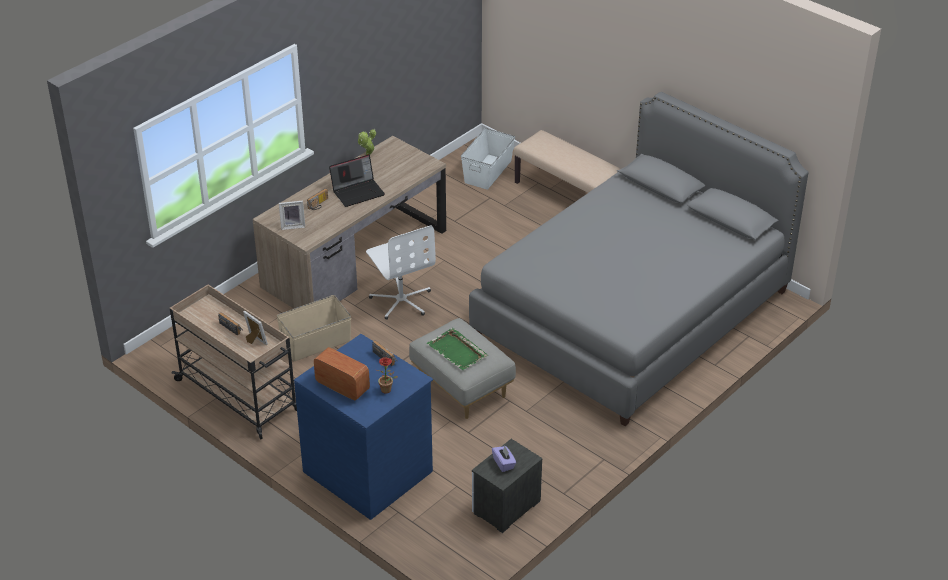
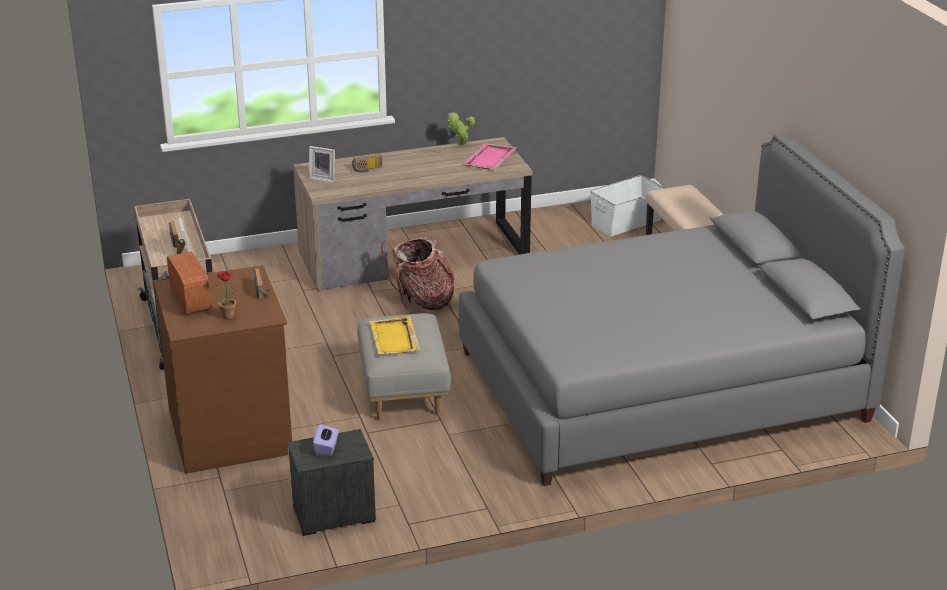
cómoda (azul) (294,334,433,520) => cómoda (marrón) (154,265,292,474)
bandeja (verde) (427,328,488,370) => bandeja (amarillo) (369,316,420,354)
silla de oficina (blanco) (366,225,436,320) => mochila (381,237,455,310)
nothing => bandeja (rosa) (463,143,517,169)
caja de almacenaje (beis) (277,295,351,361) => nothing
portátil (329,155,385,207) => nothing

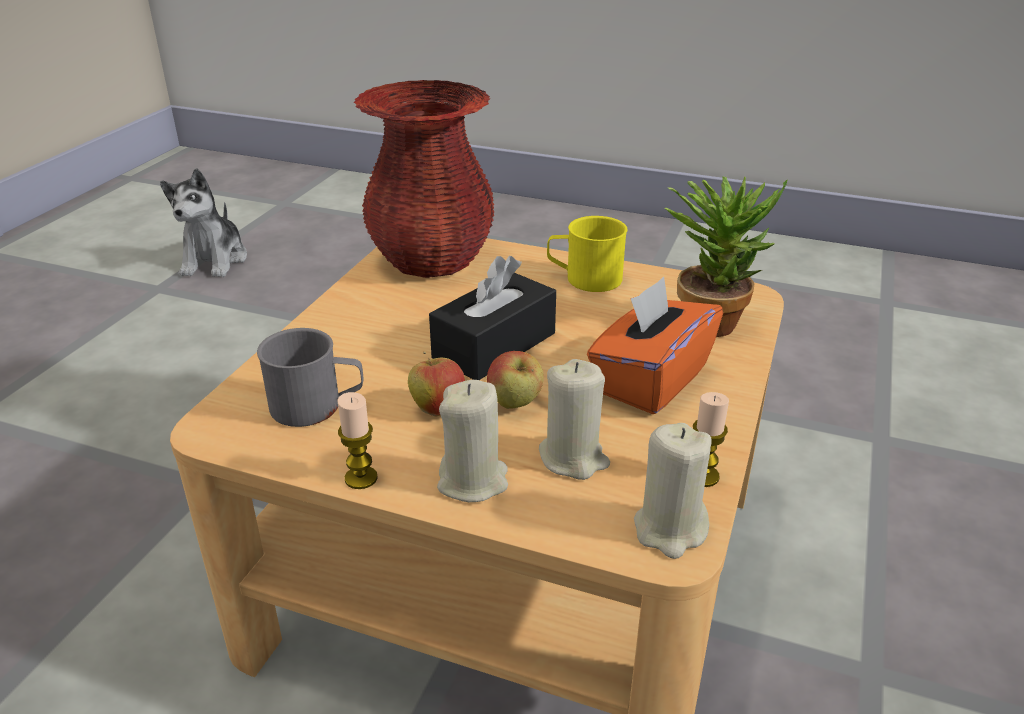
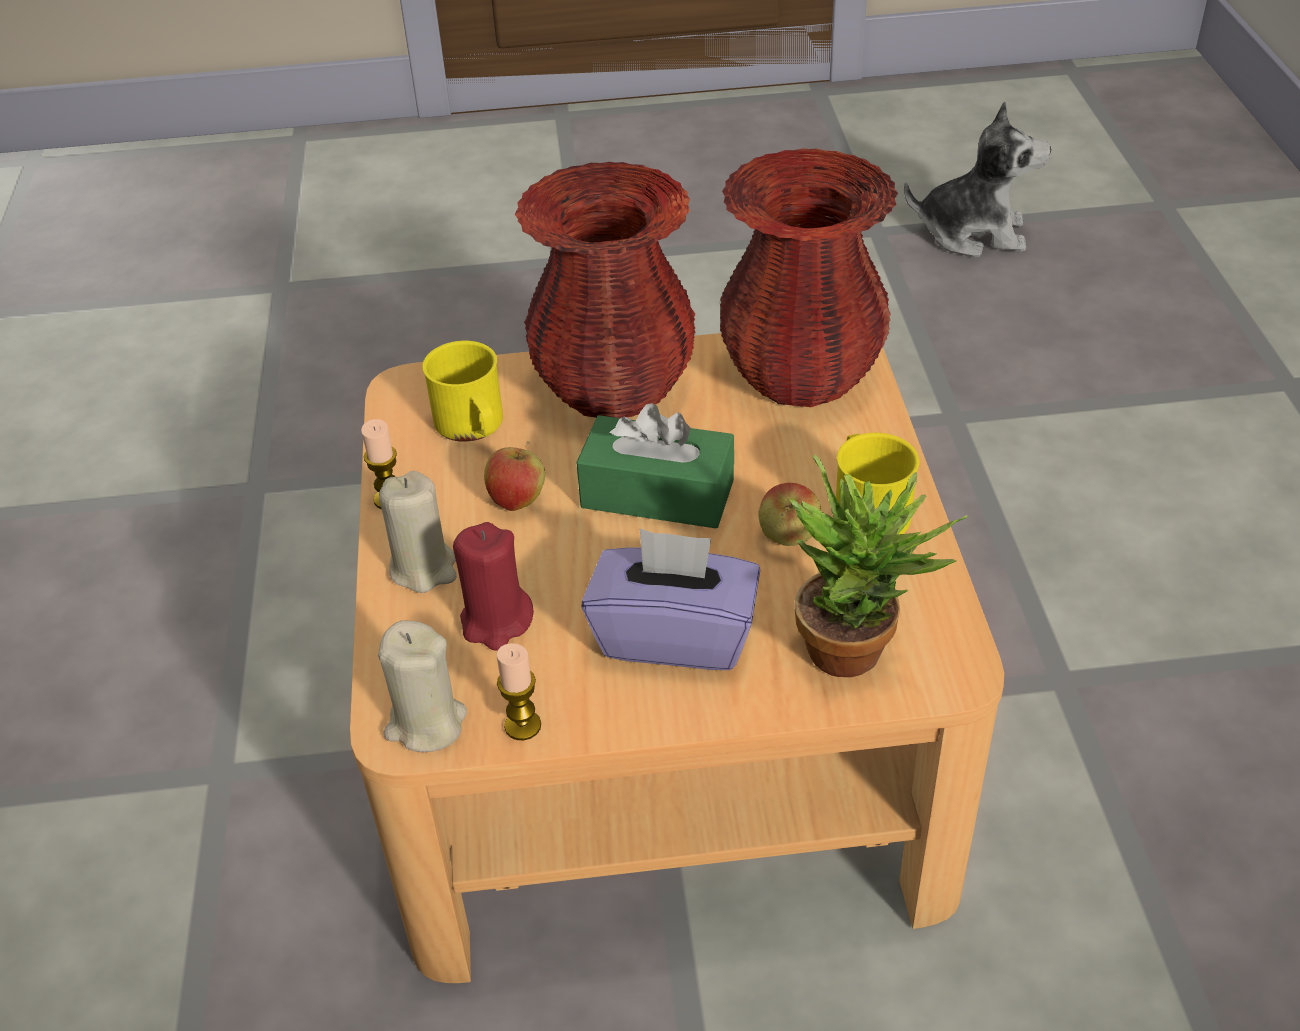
taza grande (gris) (257,328,364,427) => taza grande (amarillo) (422,341,503,442)
vela (beis) (539,359,610,480) => vela (rojo) (453,522,534,651)
nothing => florero (rojo) (515,162,696,418)
caja de pañuelos (negro) (429,256,556,380) => caja de pañuelos (verde) (576,403,734,529)
caja de pañuelos (naranja) (587,277,723,414) => caja de pañuelos (morado) (581,528,760,670)
manzana (487,351,544,409) => manzana (758,483,821,546), shifted
peluche (160,168,247,277) => peluche (904,102,1051,257), 150 degrees counterclockwise

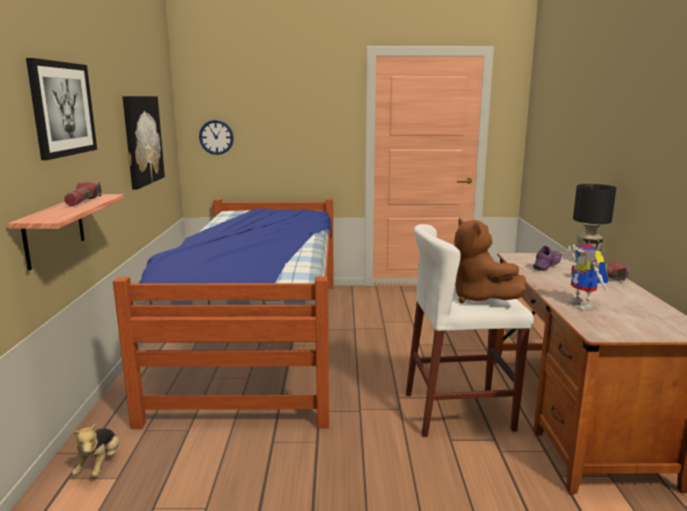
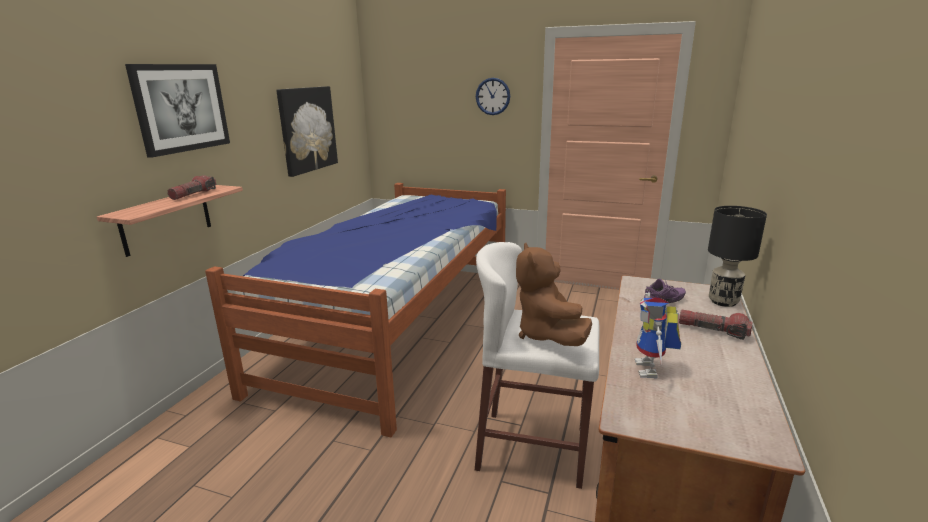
reloj de pared (199,120,234,155) => reloj de pared (476,78,510,115), shifted
peluche (72,424,120,477) => nothing

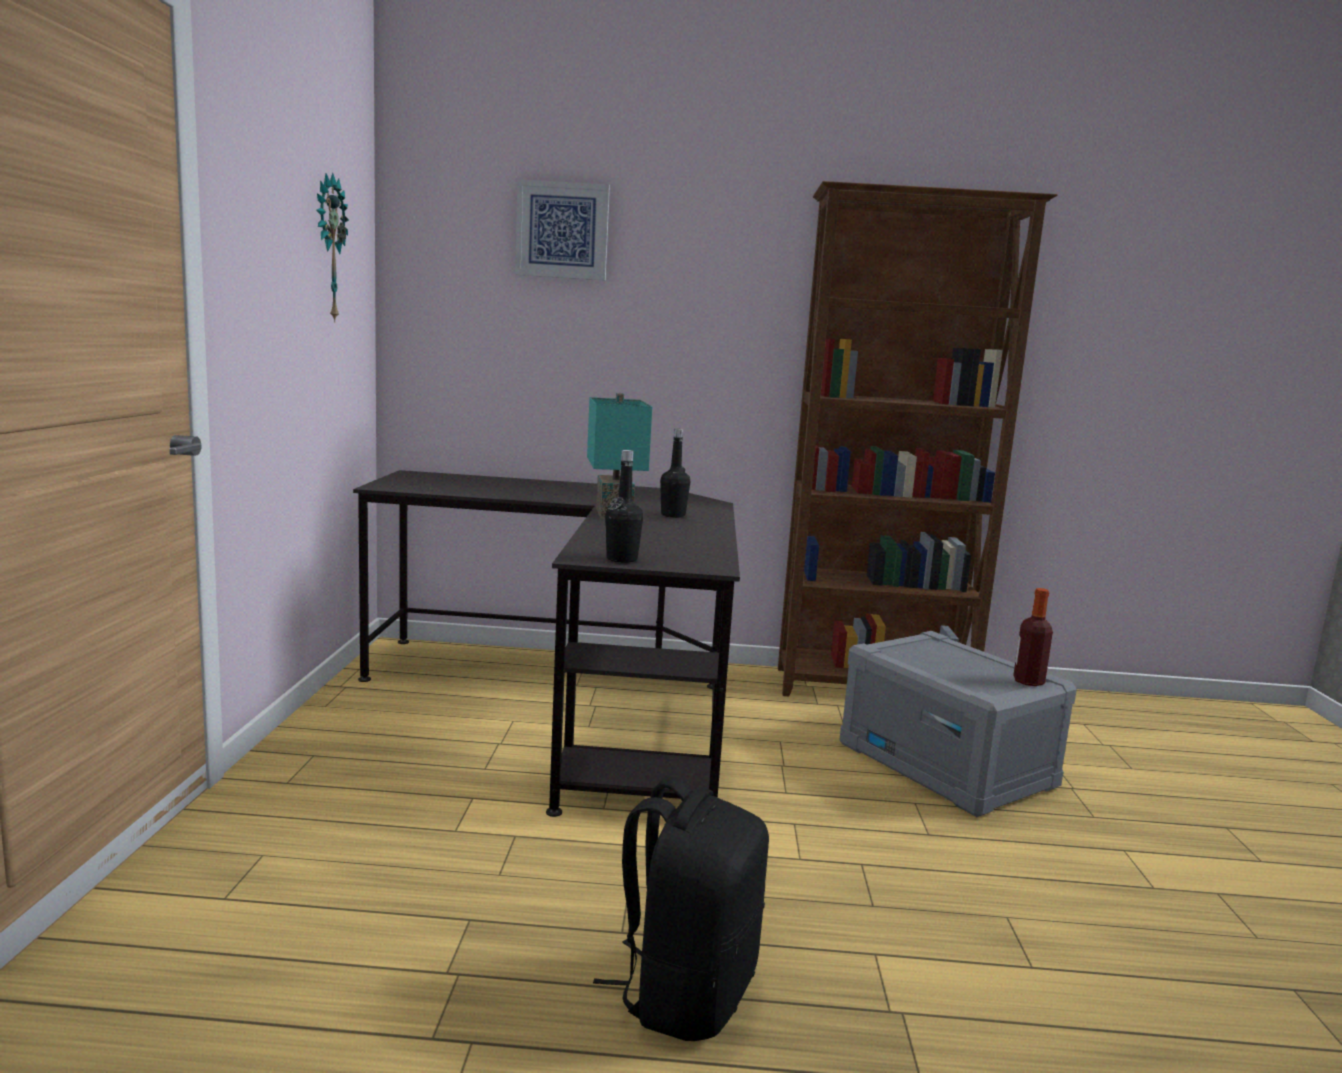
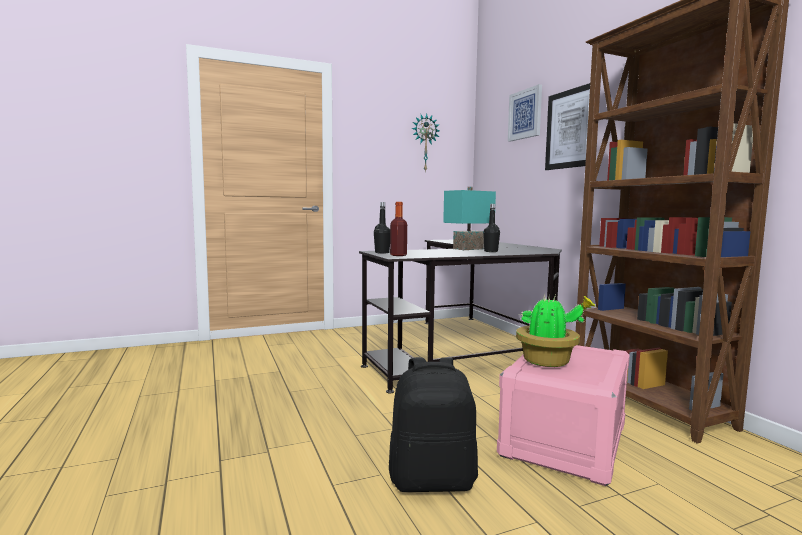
mochila (negro) (593,776,769,1041) => mochila (negro) (389,357,478,492), shifted
botella (1013,588,1053,686) => botella (390,202,407,256), shifted
caja de almacenaje (gris) (840,631,1077,817) => caja de almacenaje (rosa) (497,345,630,486)
nothing => planta en maceta (516,294,596,367)
nothing => cuadro (545,83,590,170)

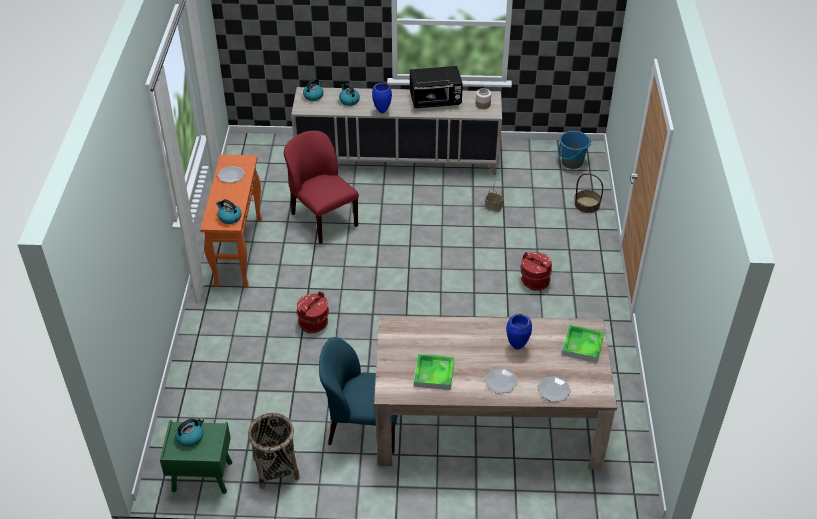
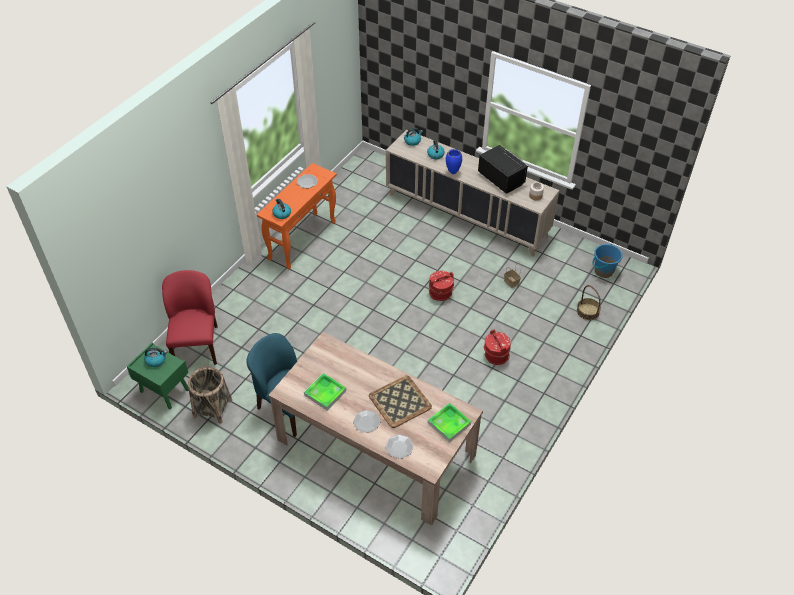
silla (rojo) (284,131,359,244) => silla (rojo) (162,270,218,365), shifted
florero (azul) (506,314,532,349) => bandeja (369,375,432,428)
cubo (rojo) (297,291,329,333) => cubo (rojo) (429,271,454,301), shifted
microondas (negro) (410,66,463,108) => microondas (negro) (478,145,528,194), 150 degrees counterclockwise

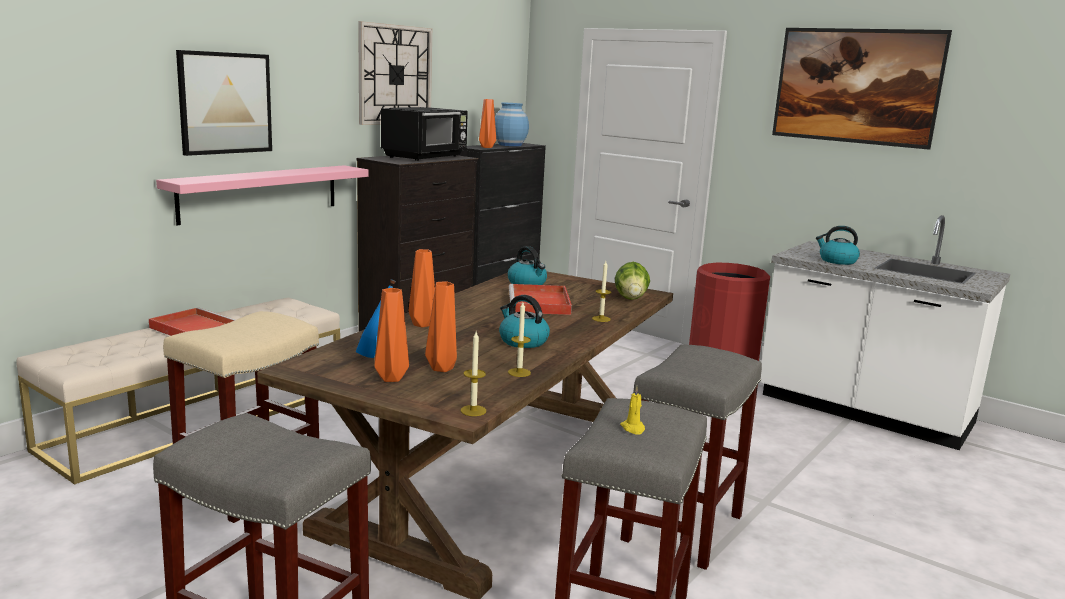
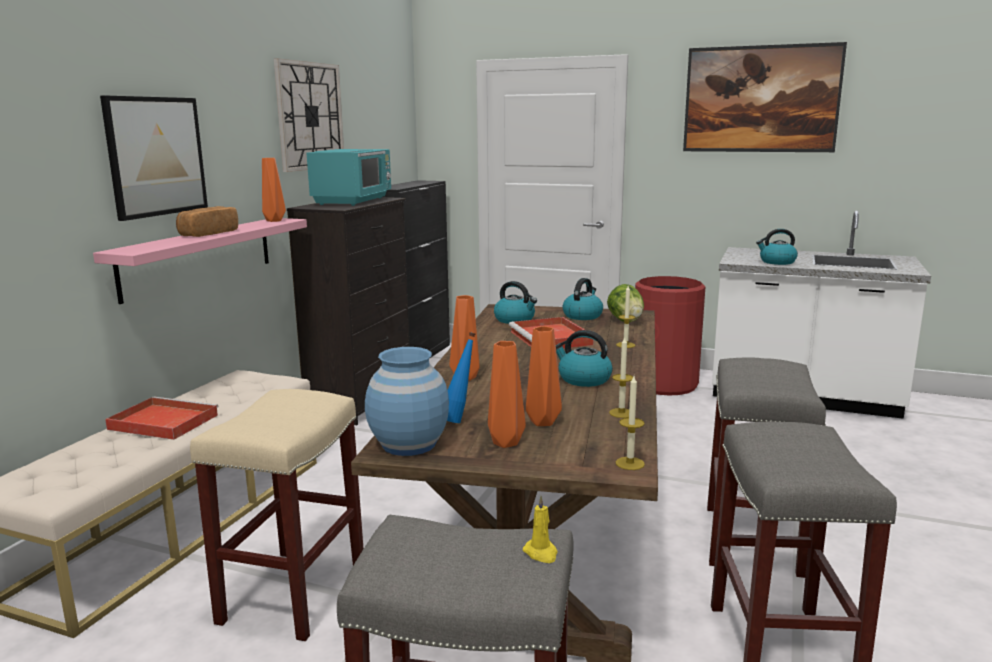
nothing => pan (176,206,238,237)
florero (naranja) (479,99,496,148) => florero (naranja) (262,158,286,222), shifted
microondas (negro) (381,107,468,161) => microondas (turquesa) (307,149,391,206)
florero (azul) (495,103,529,146) => florero (azul) (365,347,449,456), shifted
vela (amarillo) (620,386,645,435) => vela (amarillo) (523,496,558,563), shifted
nothing => hervidor (563,278,603,320)

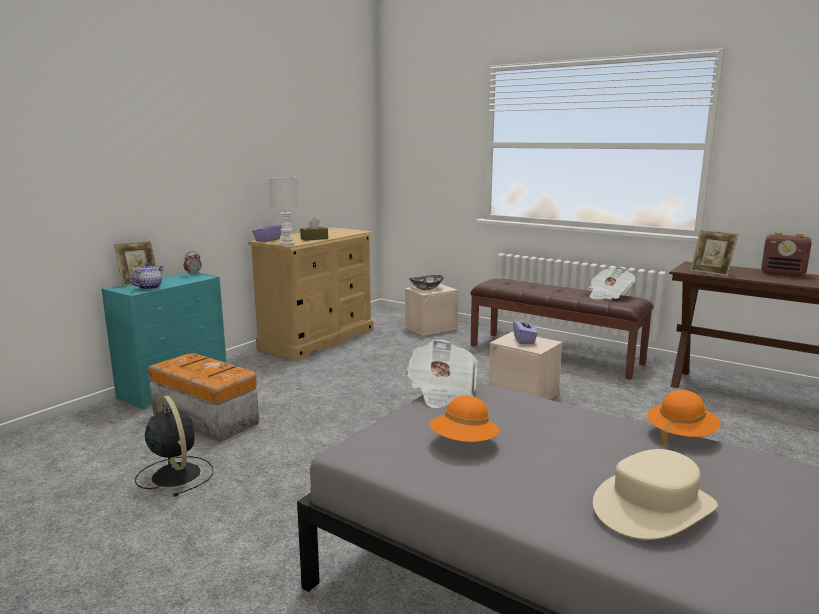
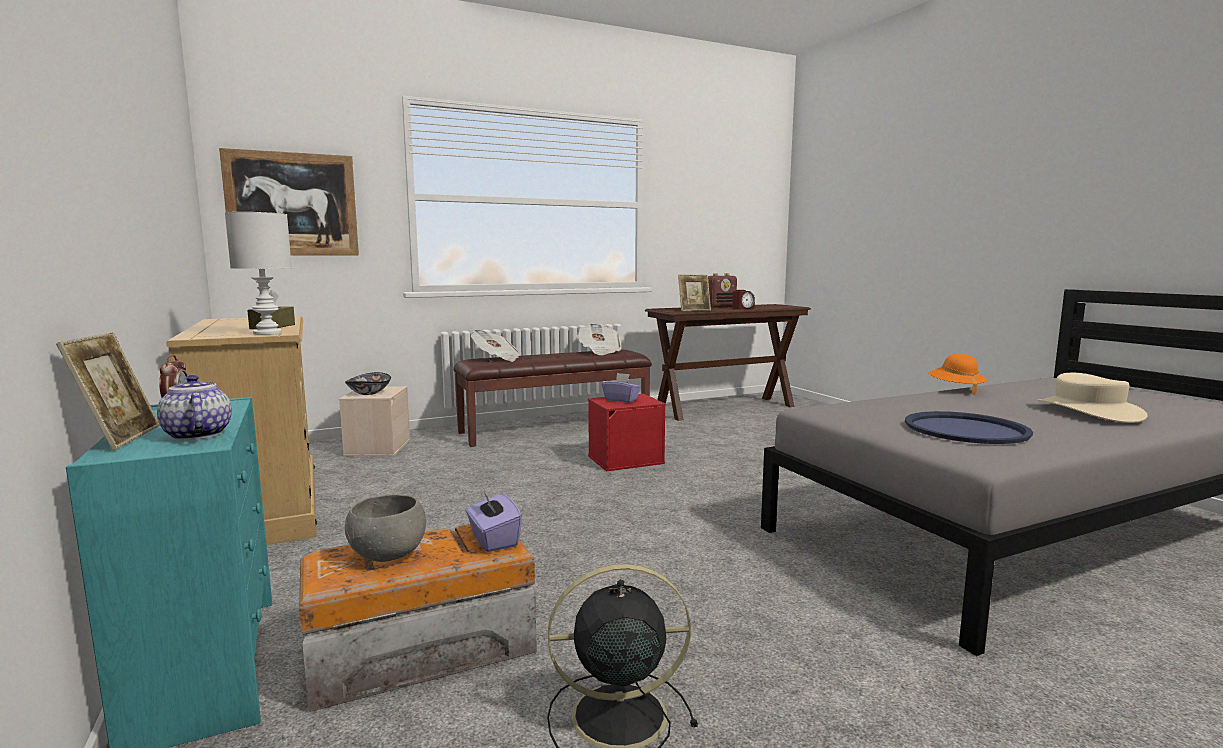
nothing => cuadro (219,148,359,256)
nothing => cuenco (gris) (345,494,426,562)
caja de pañuelos (morado) (252,219,282,242) => caja de pañuelos (morado) (466,488,522,552), shifted
periódico (406,339,478,408) => periódico (471,329,521,362), shifted
caja de almacenaje (beis) (489,332,563,400) => caja de almacenaje (rojo) (588,394,666,471)
nothing => despertador (732,290,755,309)
sombrero (naranja) (429,396,500,442) => bandeja (azul) (905,411,1033,444)

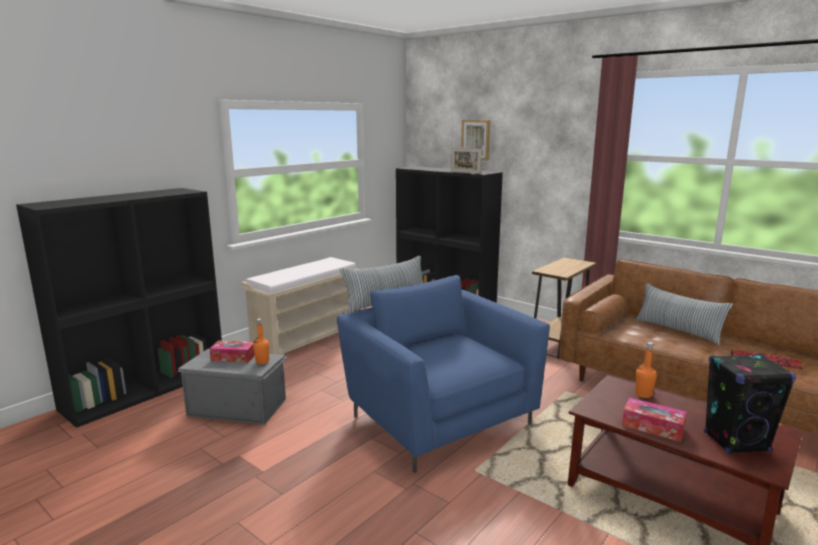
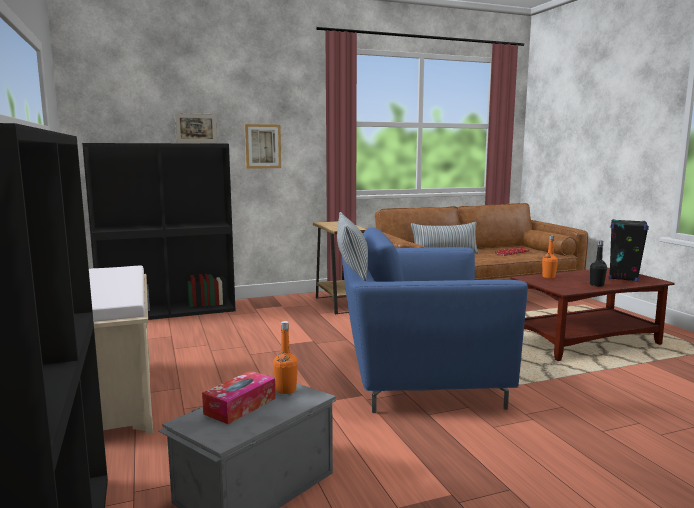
cuadro (461,120,490,160) => cuadro (245,124,281,169), shifted
caja de pañuelos (622,398,687,442) => botella (negro) (590,241,607,287)

